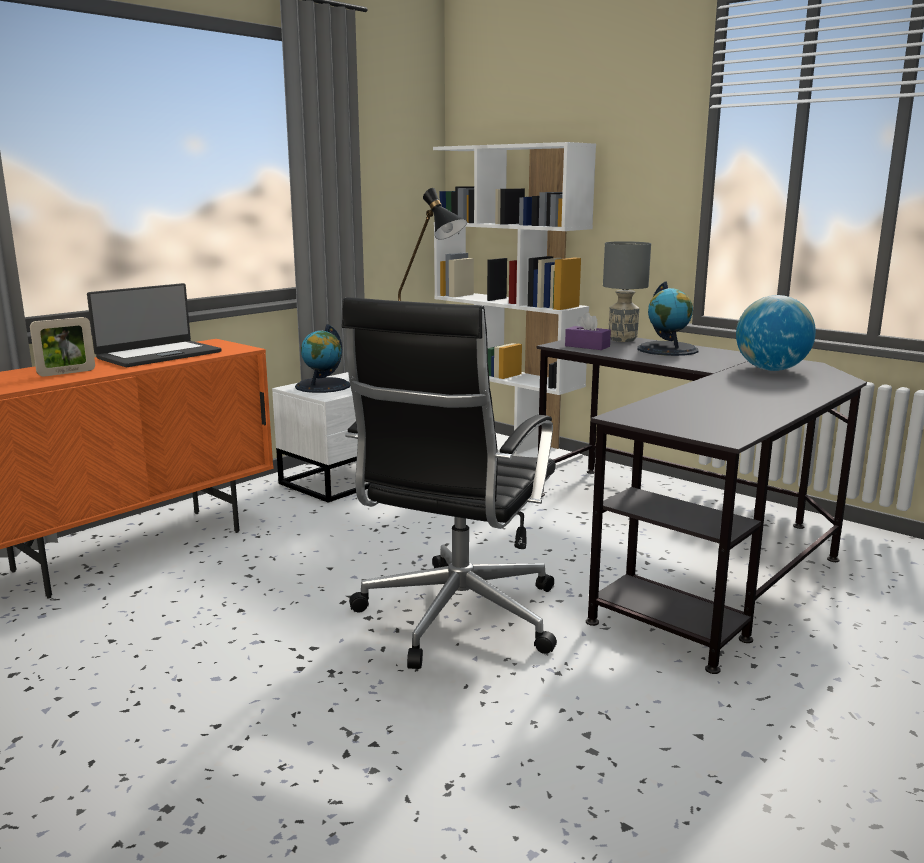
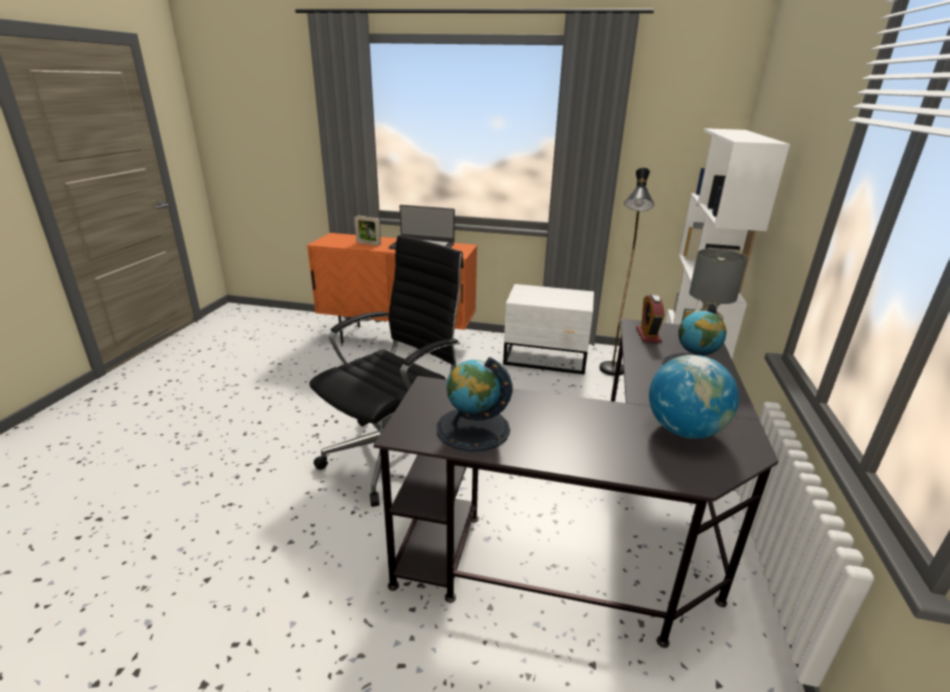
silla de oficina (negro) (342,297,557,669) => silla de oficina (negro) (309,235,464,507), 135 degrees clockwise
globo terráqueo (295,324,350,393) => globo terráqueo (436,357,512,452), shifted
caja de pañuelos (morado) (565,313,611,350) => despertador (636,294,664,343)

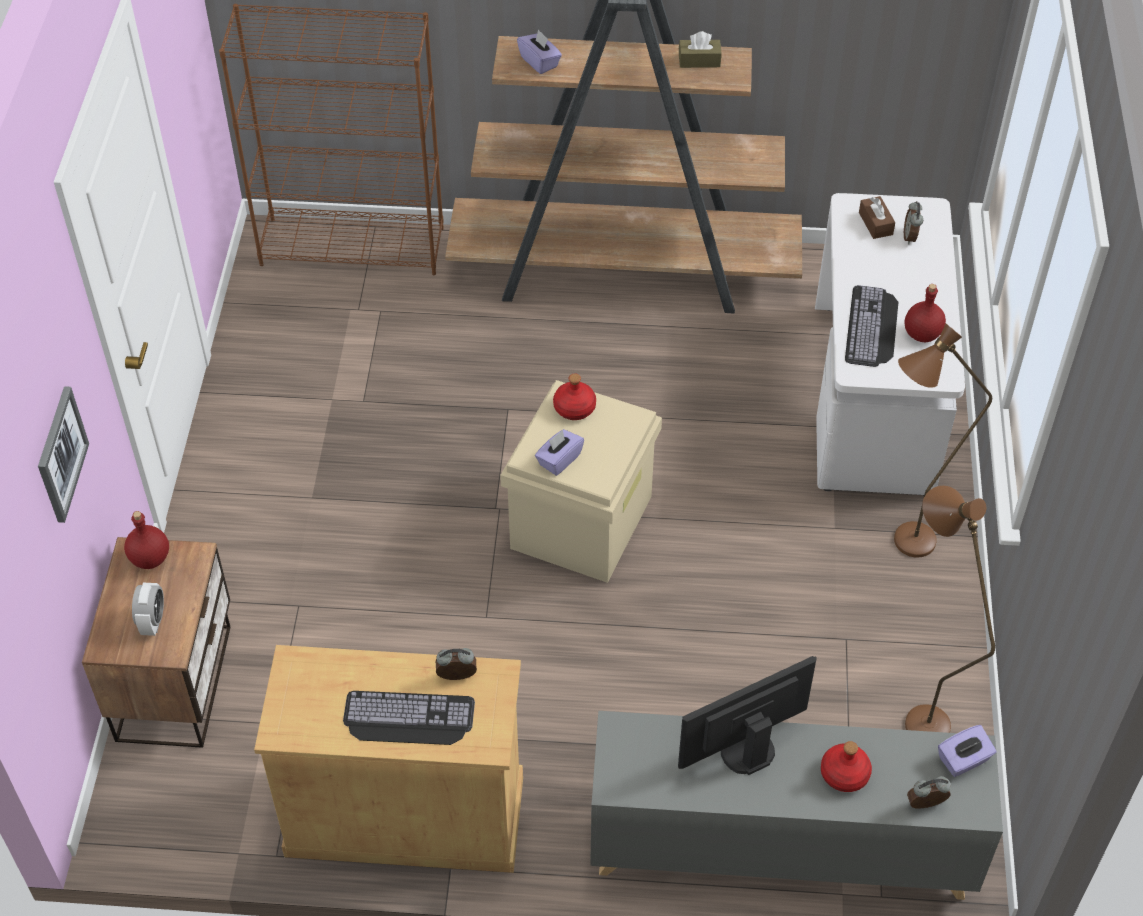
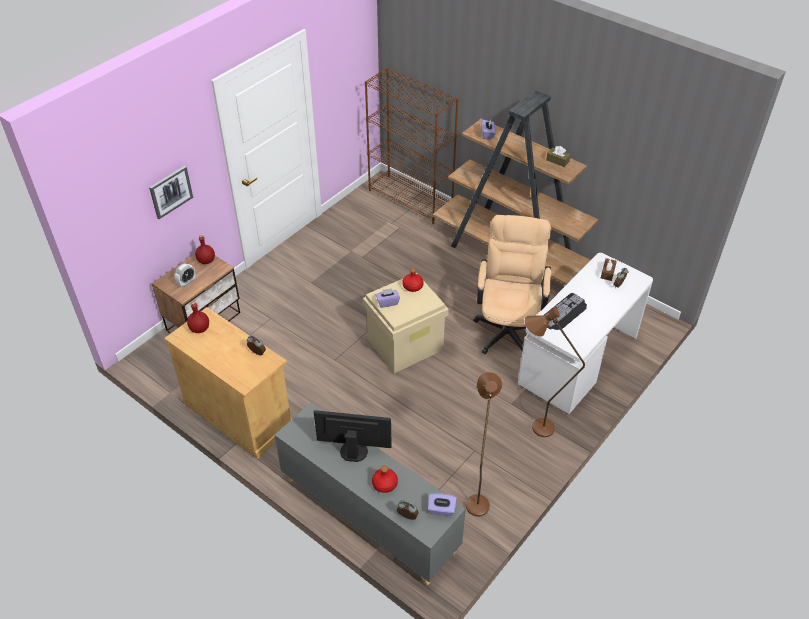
botella (rojo) (904,284,946,342) => botella (rojo) (187,302,209,333), shifted
nothing => silla de oficina (beis) (473,215,551,355)
teclado (343,691,475,745) => nothing

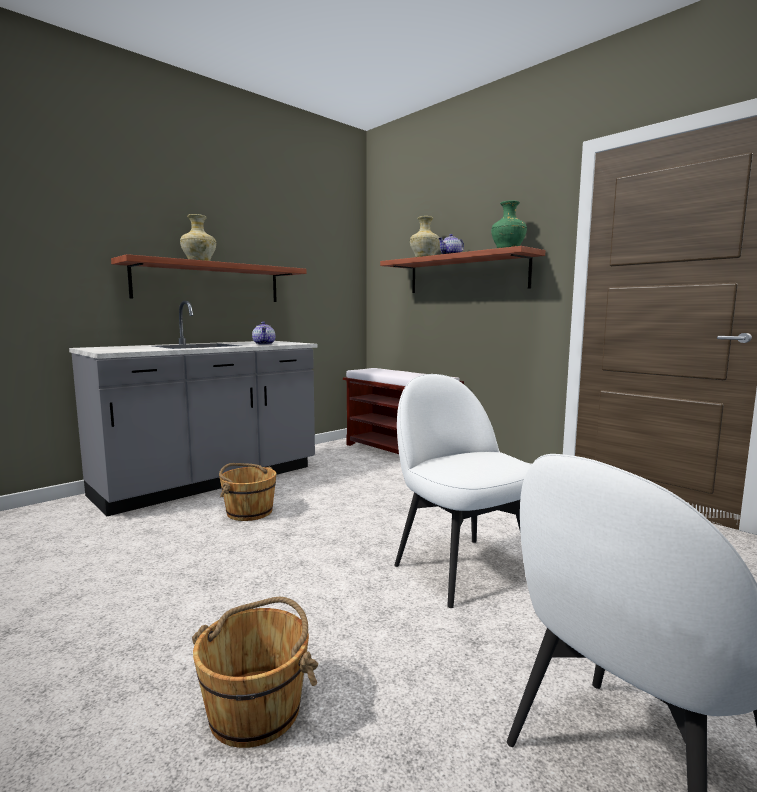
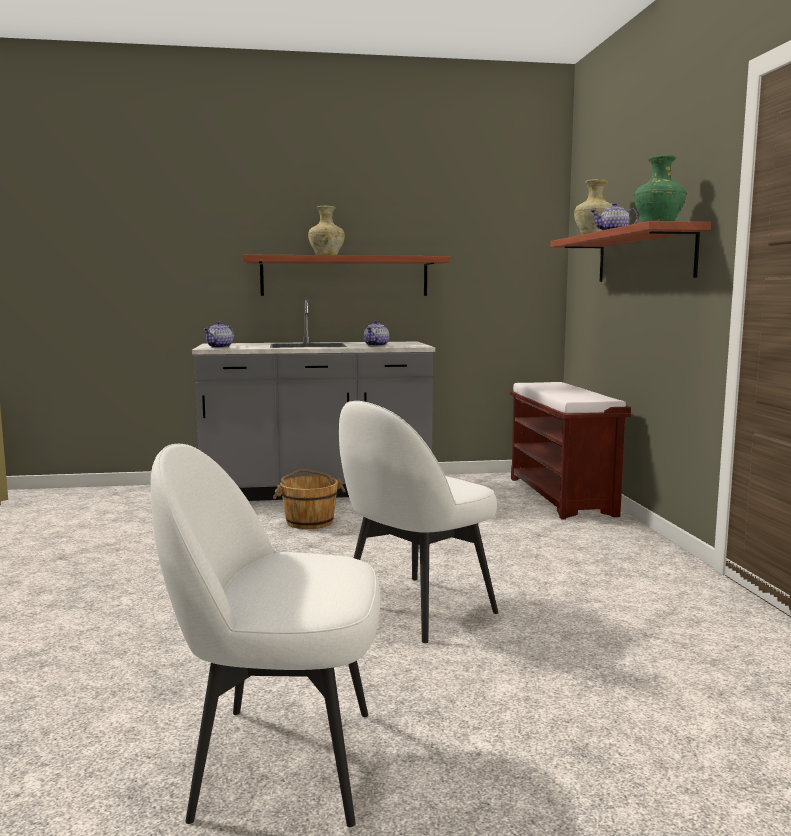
nothing => tetera (204,321,234,348)
silla (blanco) (394,374,531,608) => silla (blanco) (339,401,498,643), 135 degrees counterclockwise
cubo (marrón) (192,597,318,748) => nothing

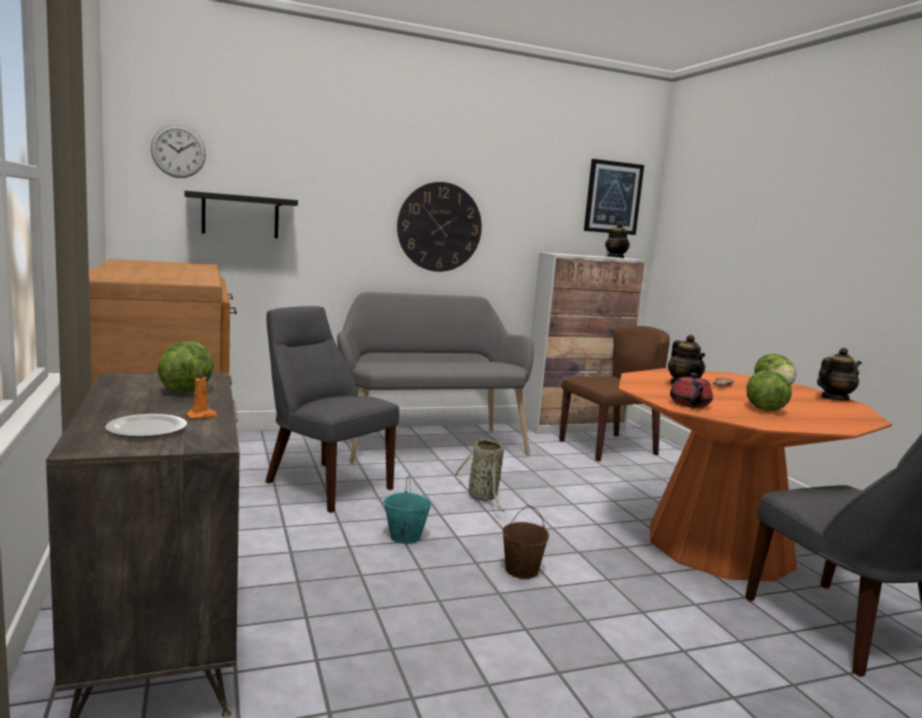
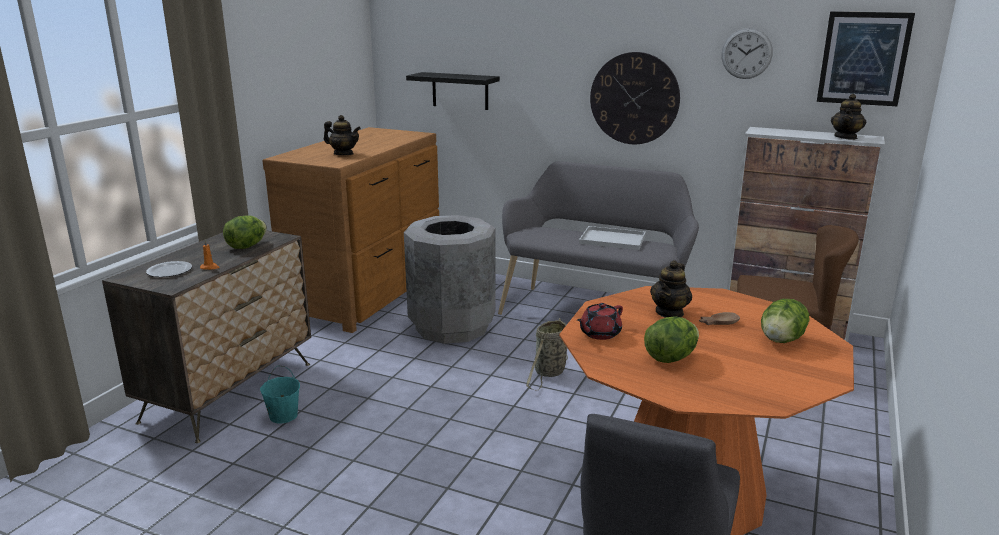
cubo (turquesa) (383,476,432,544) => cubo (turquesa) (260,366,300,423), shifted
tetera (817,348,862,401) => tetera (324,115,361,155), shifted
silla (gris) (265,306,399,513) => papelera (gris) (404,215,496,344)
nothing => bandeja (blanco) (579,226,646,250)
reloj de pared (151,125,206,178) => reloj de pared (721,28,773,79), shifted
cubo (marrón) (502,505,549,579) => nothing

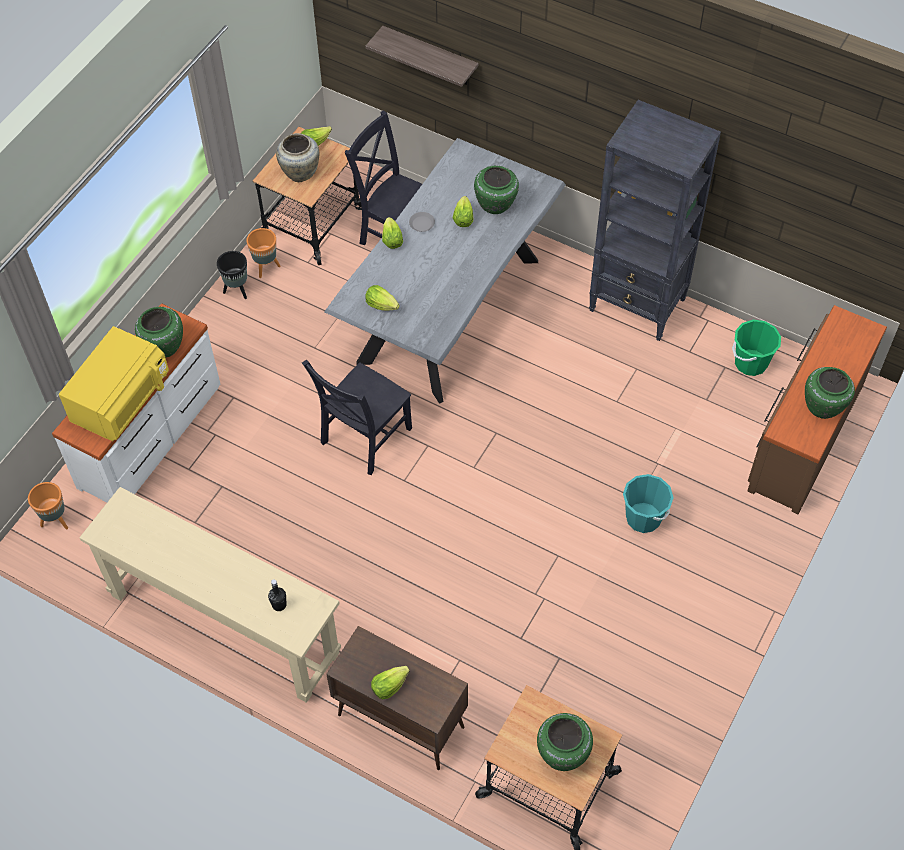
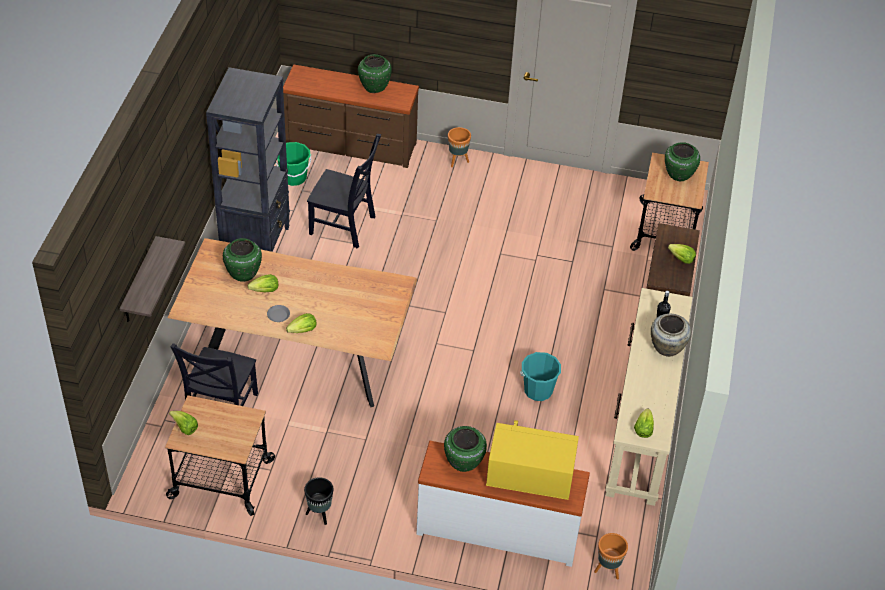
mesa de comedor (gris) (324,138,566,404) => mesa de comedor (marrón) (168,238,417,407)
silla (negro) (302,360,412,475) => silla (negro) (307,134,381,249), shifted
maceta (naranja) (246,228,281,278) => maceta (naranja) (448,127,471,167), shifted
cubo (turquesa) (623,474,674,533) => cubo (turquesa) (520,352,561,401), shifted
lechuga (365,285,400,311) => lechuga (634,408,654,438), shifted
florero (beis) (276,133,319,182) => florero (beis) (651,314,691,357), shifted

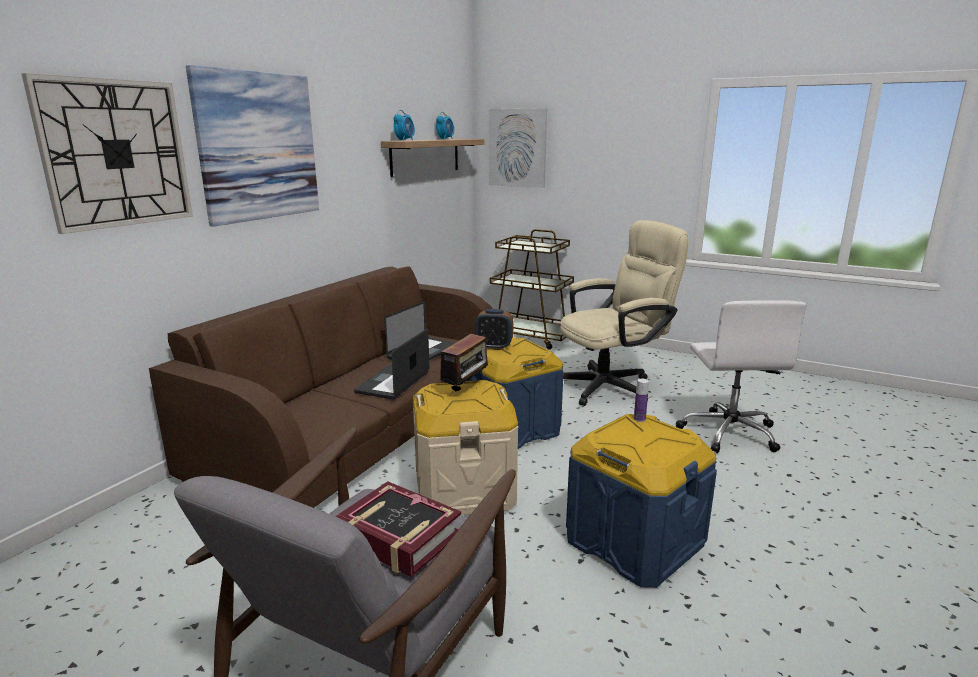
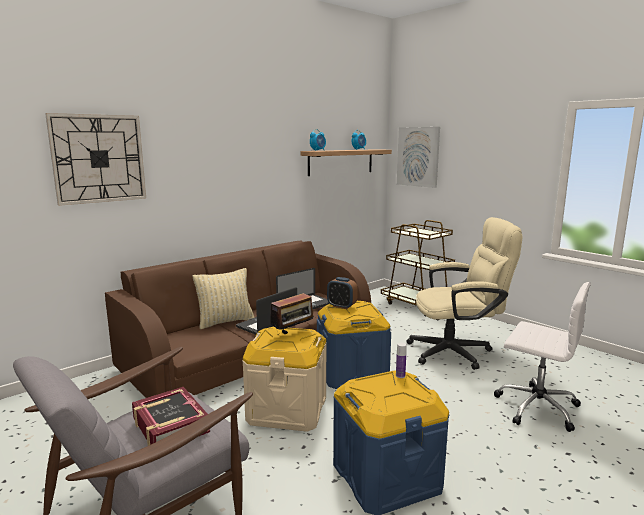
nothing => cojín (beis) (193,268,254,329)
silla de oficina (blanco) (676,300,806,453) => silla de oficina (blanco) (494,282,591,432), 75 degrees counterclockwise
cuadro (186,65,319,227) => nothing

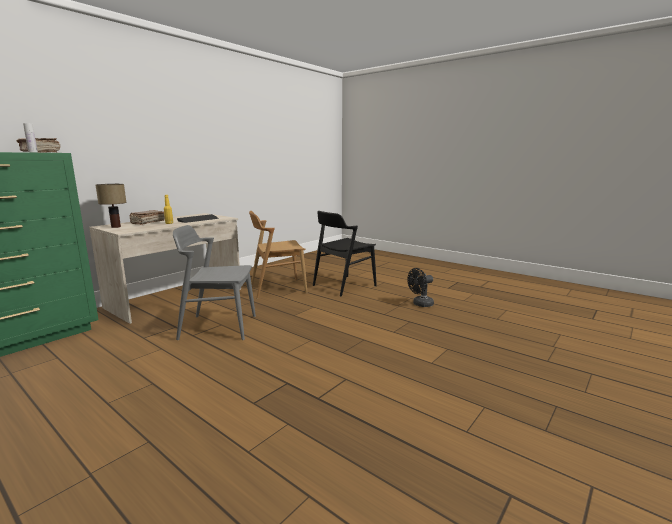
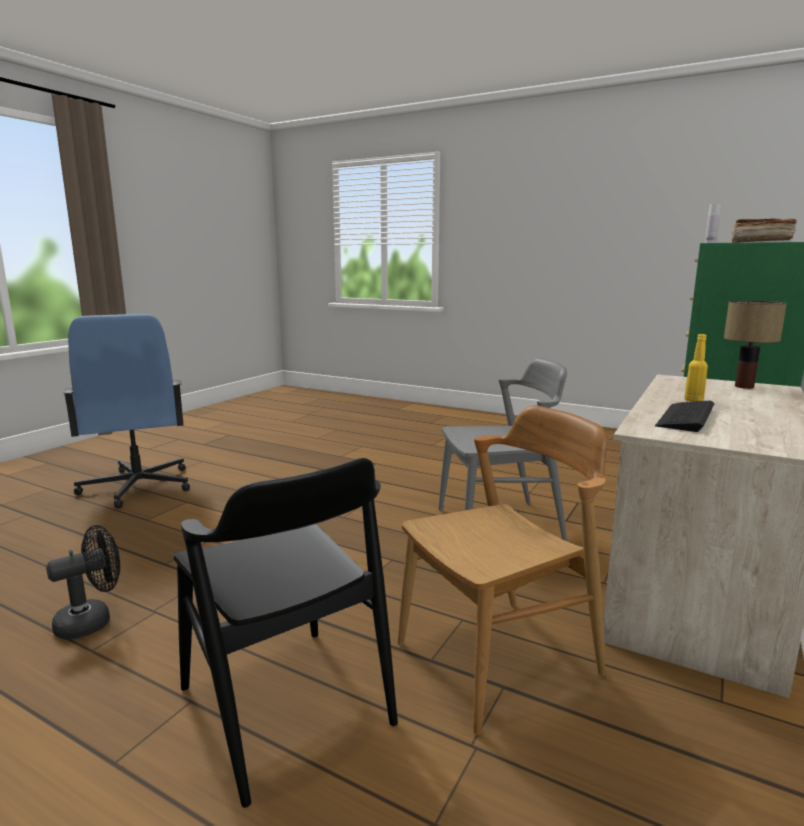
nothing => silla de oficina (azul) (62,314,190,508)
silla (negro) (313,211,377,297) => silla (negro) (174,458,398,808), 105 degrees clockwise
libro (marrón) (129,210,165,225) => nothing

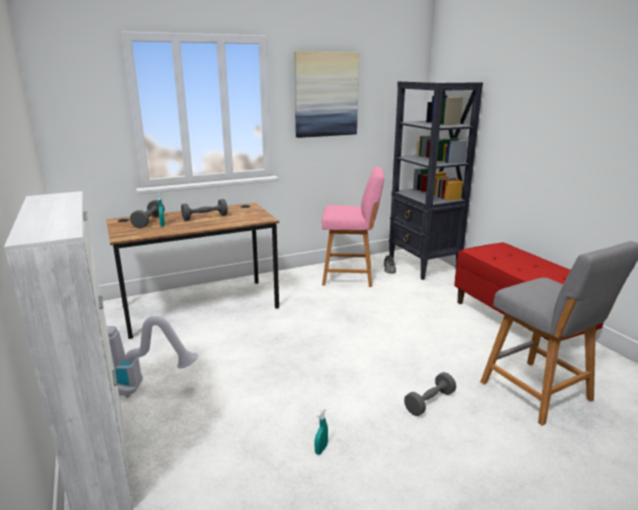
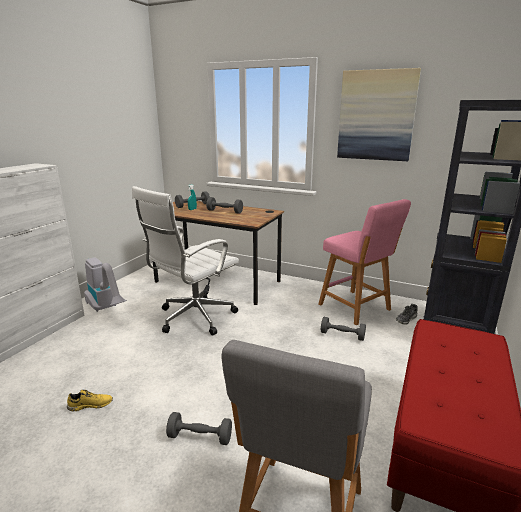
pulverizador (turquesa) (314,409,328,455) => zapato (amarillo) (67,390,113,411)
nothing => silla de oficina (blanco) (132,186,239,336)
nothing => mancuerna (gris) (321,317,366,341)

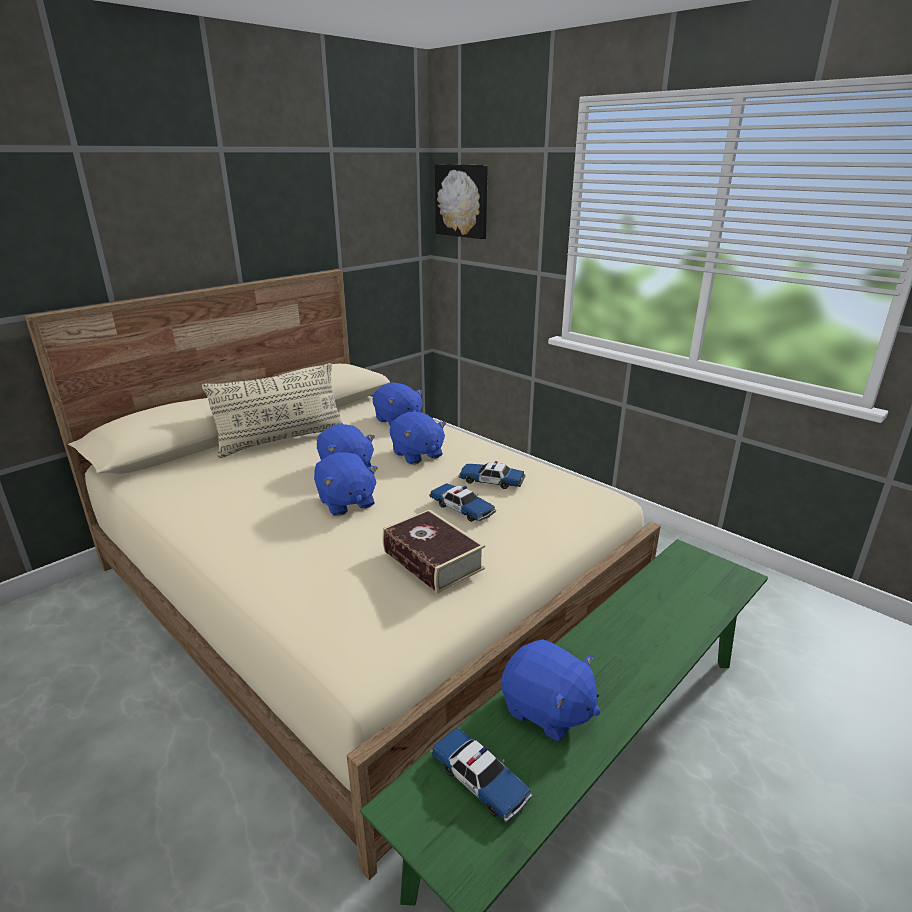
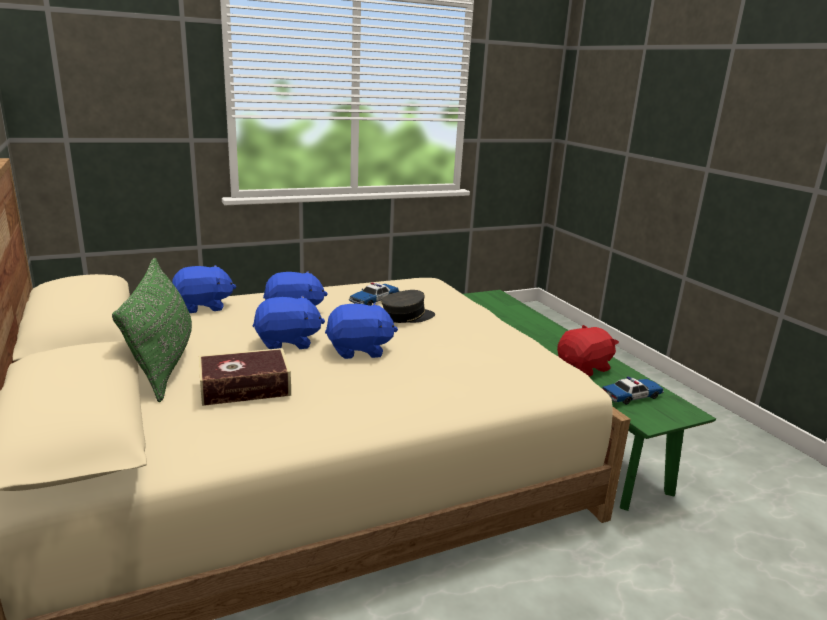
cojín (beis) (202,363,343,458) => cojín (verde) (112,258,192,402)
libro (383,509,485,594) => libro (199,348,291,406), shifted
coche de juguete (429,483,496,522) => gorra (gris) (381,290,435,323)
peluche (azul) (501,639,600,741) => peluche (rojo) (557,325,619,377)
cuadro (435,164,488,239) => nothing

